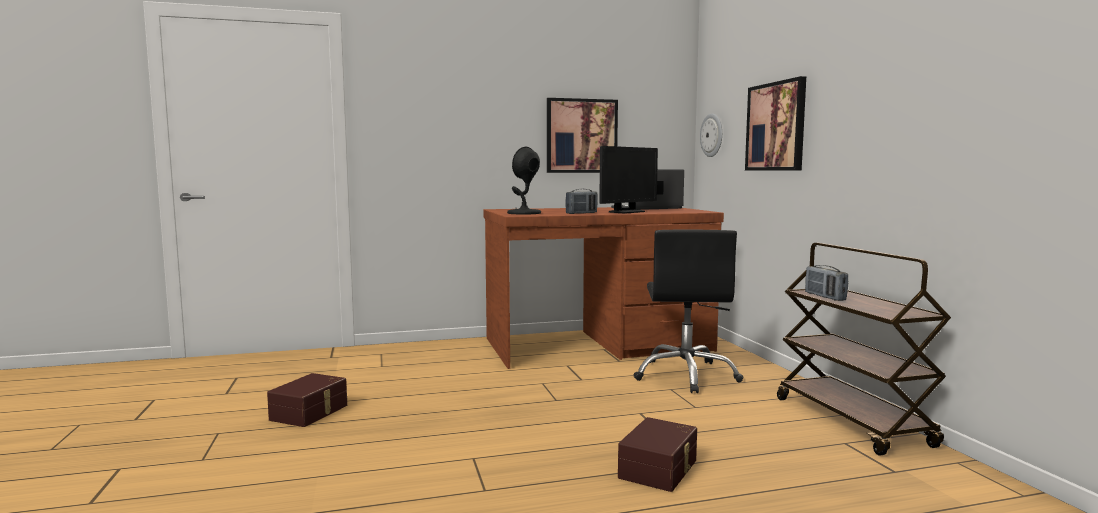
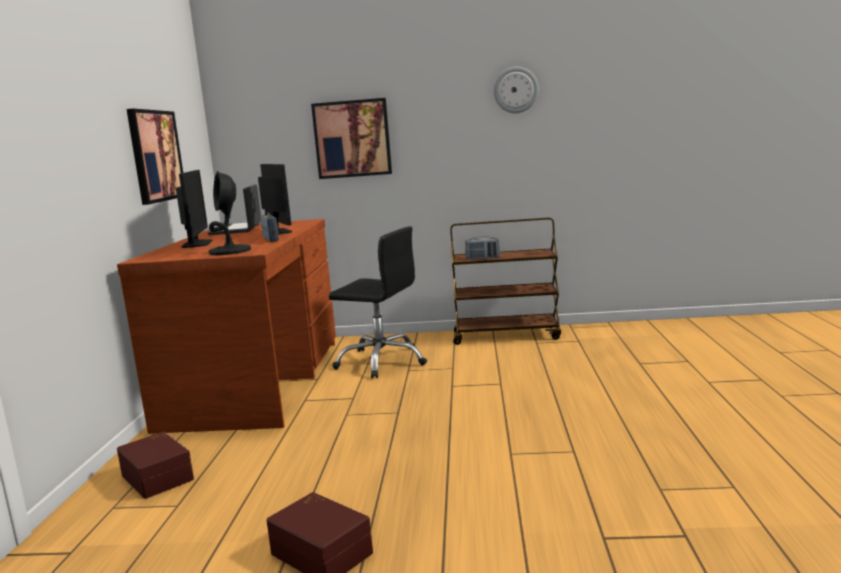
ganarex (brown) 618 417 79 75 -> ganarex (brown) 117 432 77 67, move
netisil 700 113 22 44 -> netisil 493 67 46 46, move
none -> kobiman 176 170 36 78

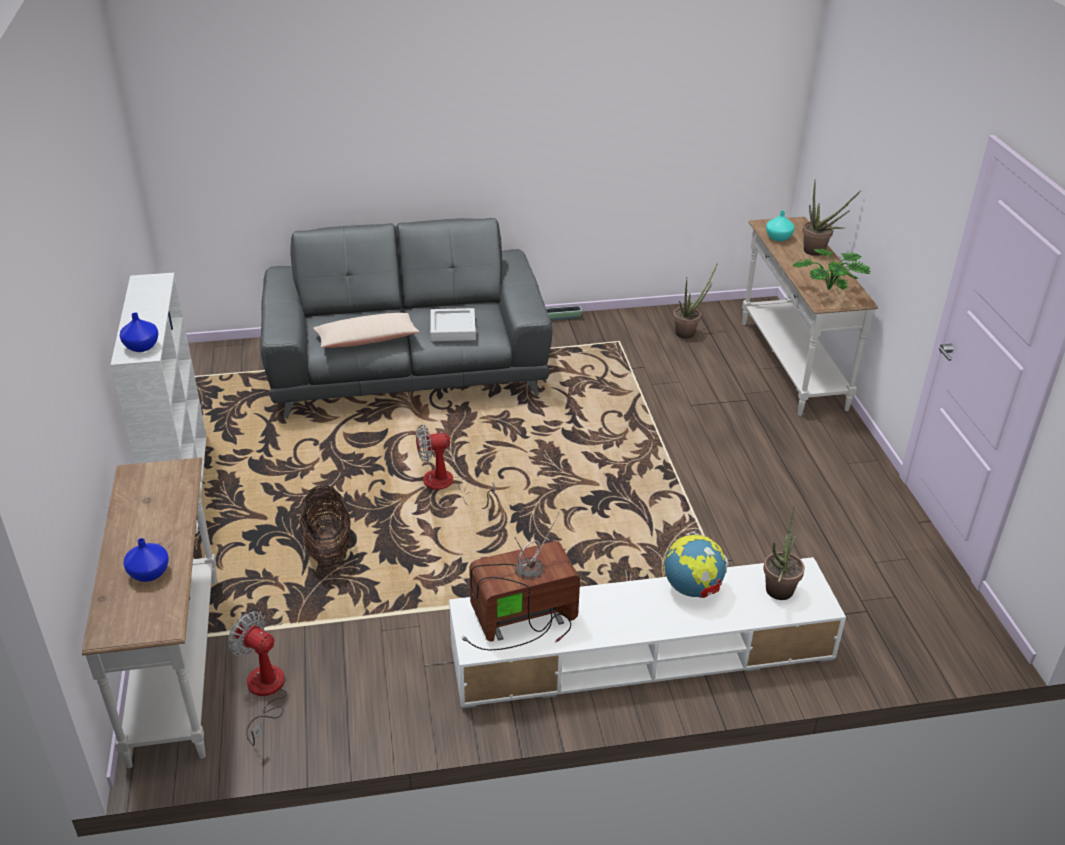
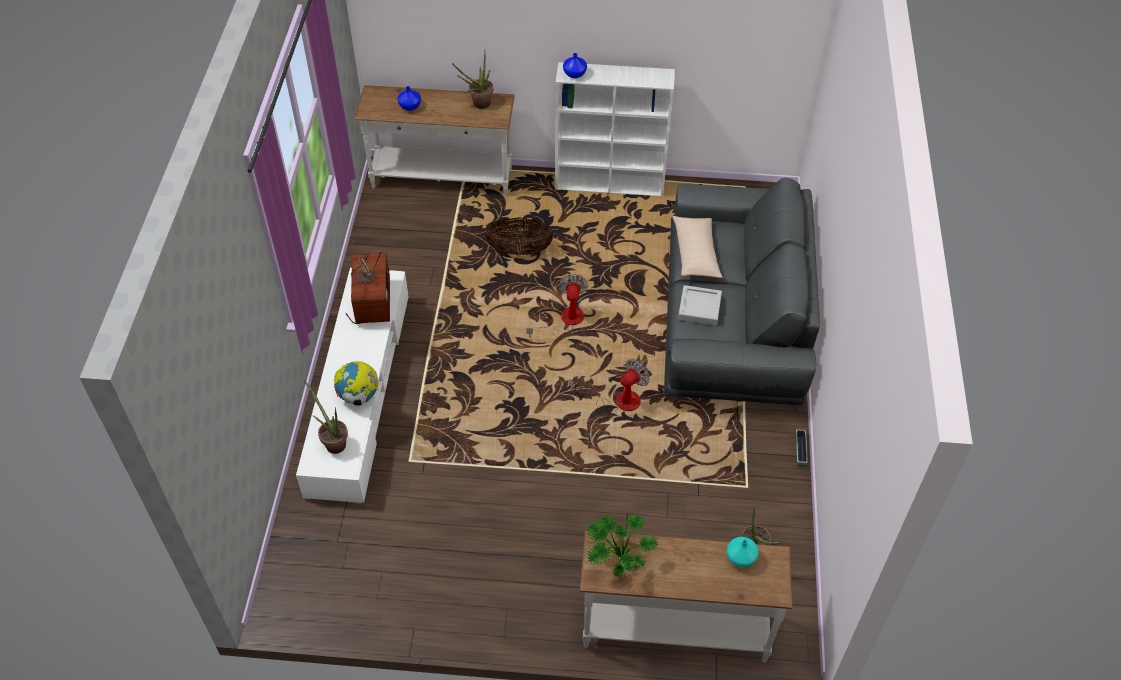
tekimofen 228 611 59 135 -> tekimofen 569 359 81 52, move
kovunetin 802 179 59 77 -> kovunetin 452 51 41 58, move

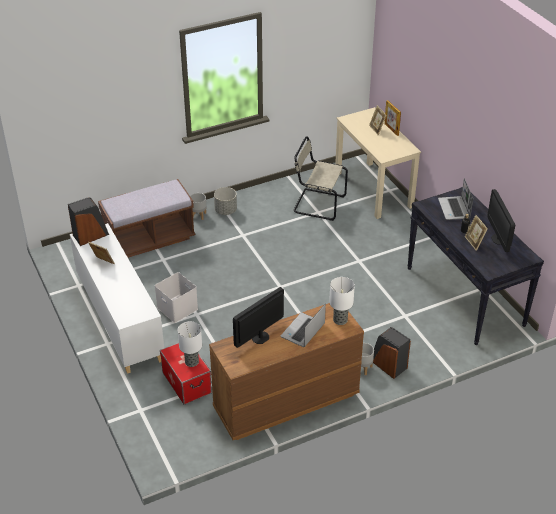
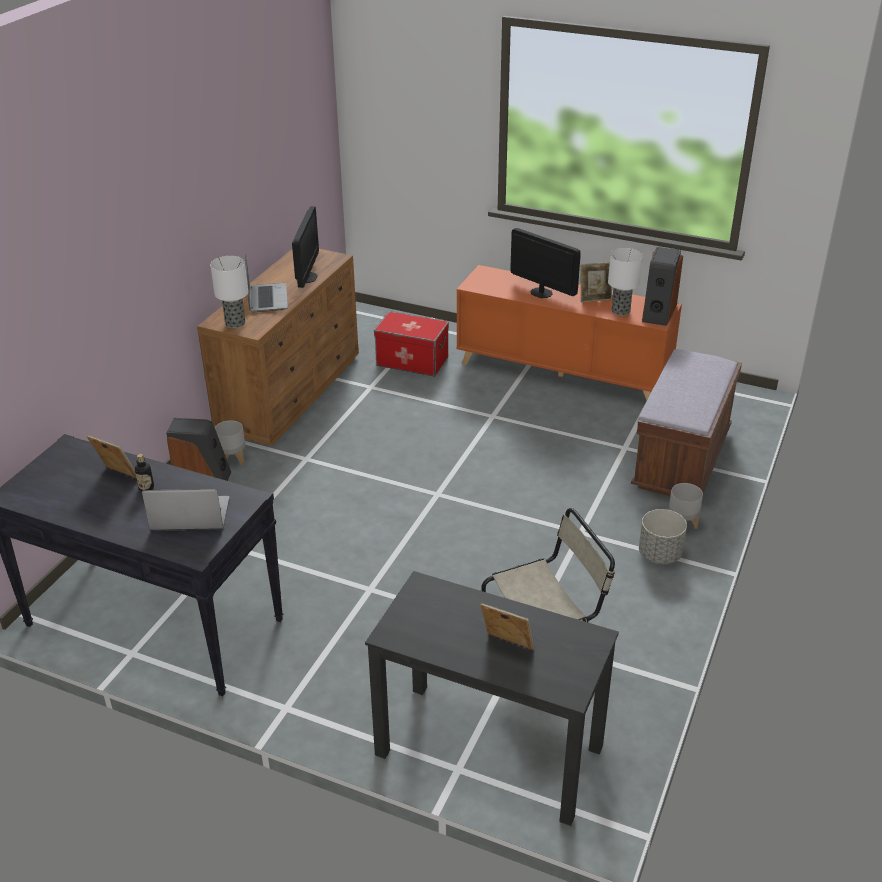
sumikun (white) 70 223 94 151 -> sumikun (orange) 457 265 225 135
ganarex (white) 155 272 43 51 -> none
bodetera 178 321 24 46 -> bodetera 608 248 34 68, move
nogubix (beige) 335 107 86 112 -> nogubix (black) 365 571 254 255
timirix 384 100 17 36 -> none
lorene 438 178 35 42 -> lorene 142 489 88 41, 45 degrees counterclockwise
kobiman 487 189 29 63 -> kobiman 511 228 70 70, move

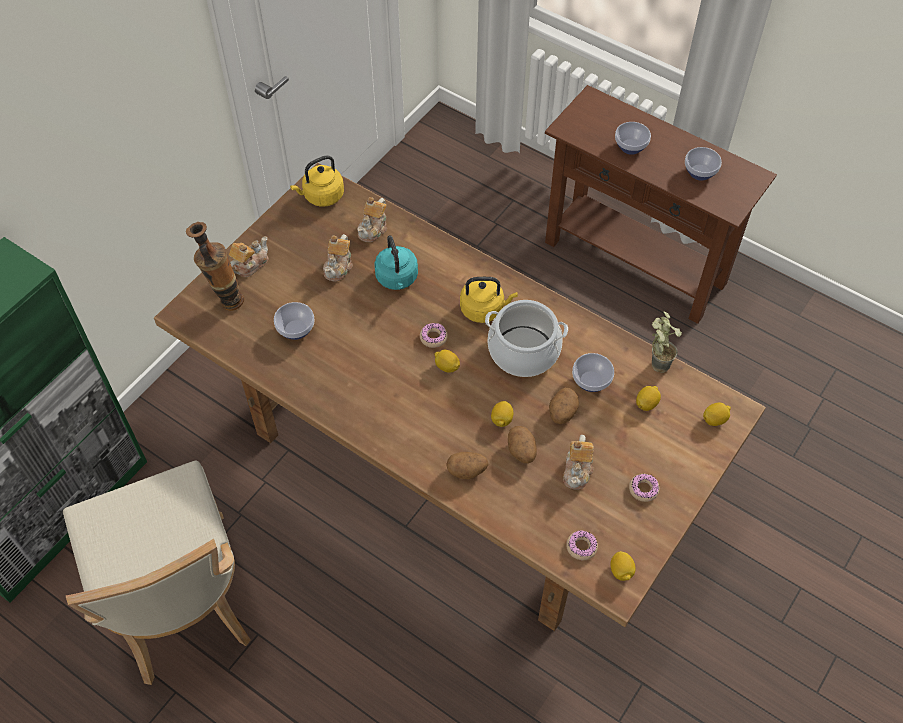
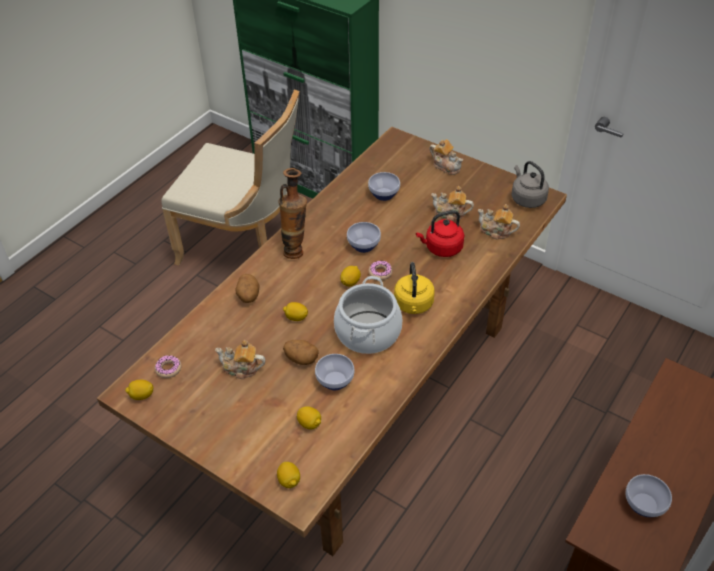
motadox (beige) 63 461 187 224 -> motadox (beige) 161 89 139 176, 135 degrees counterclockwise
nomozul 186 222 58 89 -> nomozul 279 168 28 91, move
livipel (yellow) 290 155 54 52 -> livipel (grey) 511 161 38 47
livipel (turquoise) 374 235 44 55 -> livipel (red) 416 210 48 47
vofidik 508 426 29 38 -> none
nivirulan 615 122 36 33 -> nivirulan 347 222 34 31, move
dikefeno 629 474 31 28 -> none
kovunetin 652 311 30 62 -> none

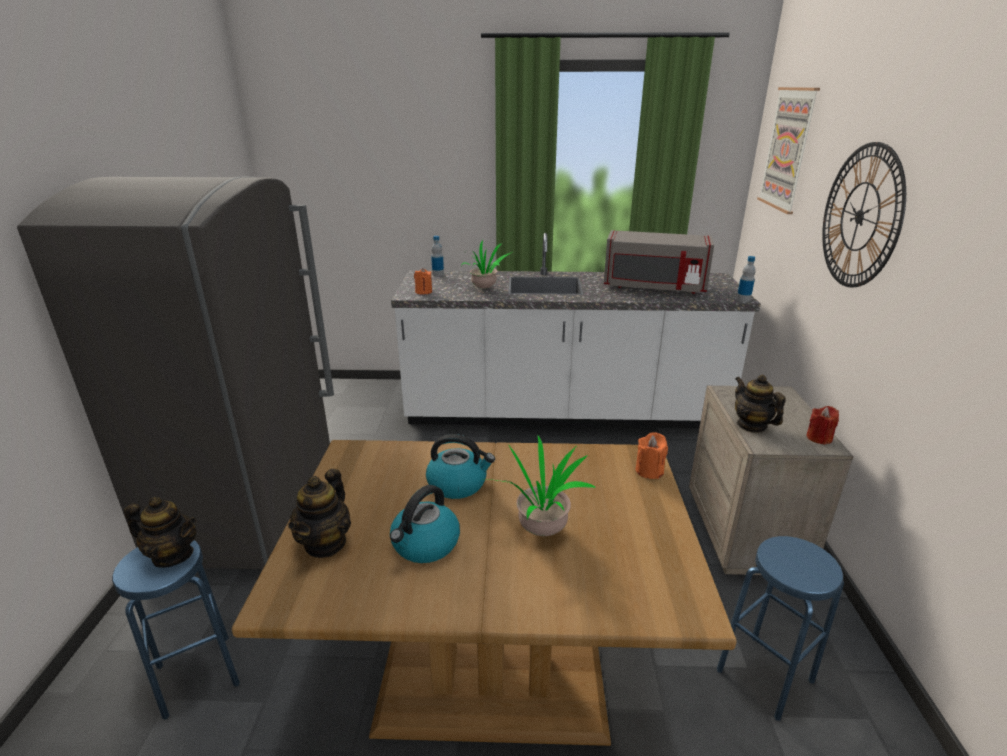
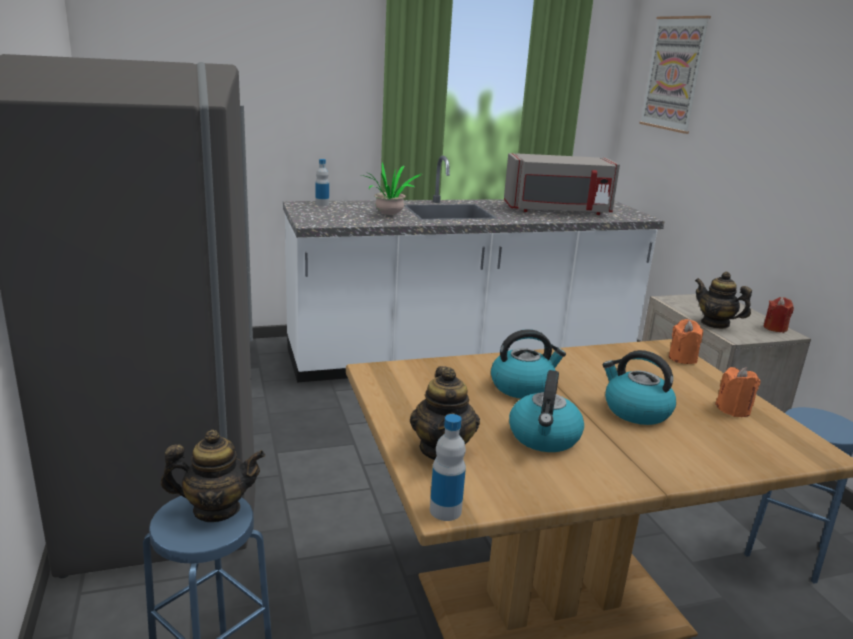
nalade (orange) 414 268 18 27 -> nalade (orange) 715 367 46 50, move
kovunetin 483 435 112 101 -> livipel 602 350 74 75
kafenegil 737 256 19 46 -> kafenegil 430 414 36 107, move
netisil 822 142 84 145 -> none

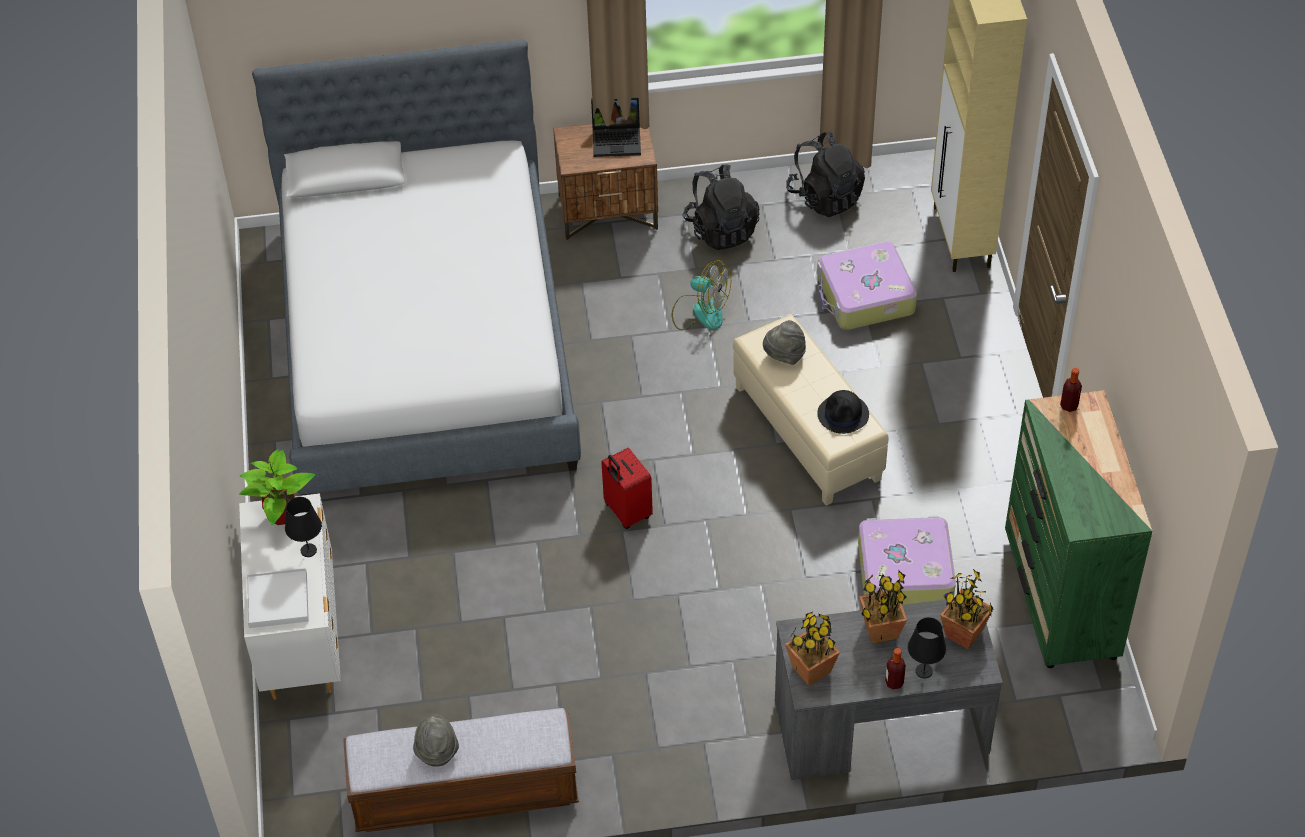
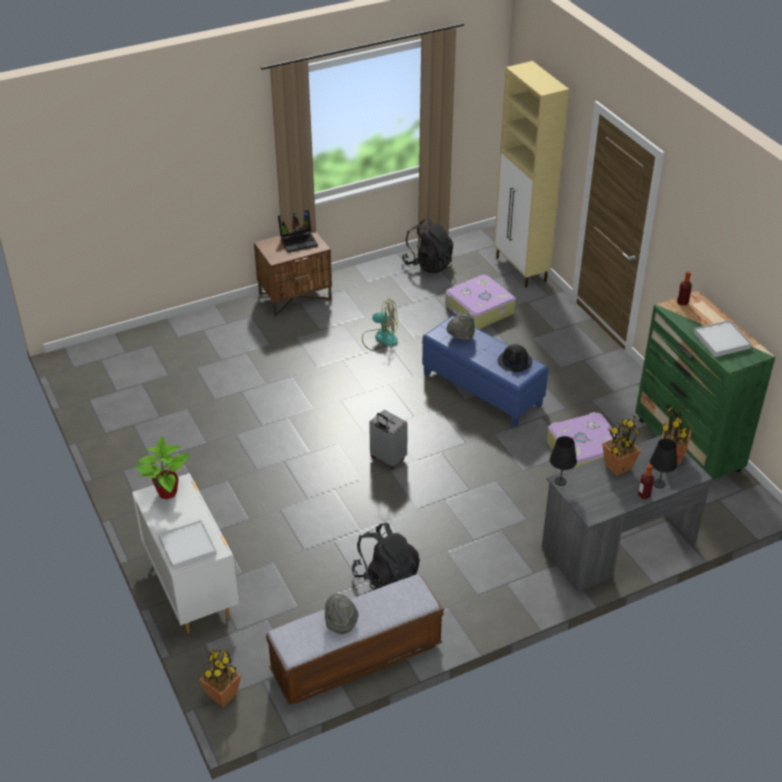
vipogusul 252 39 329 457 -> none
bodetera (black) 285 497 37 60 -> bodetera (black) 550 436 27 50, move
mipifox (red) 601 448 52 81 -> mipifox (grey) 369 410 39 59
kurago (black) 683 164 77 86 -> kurago (black) 352 523 68 67, move
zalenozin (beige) 733 314 156 192 -> zalenozin (blue) 422 316 126 111
kovunetin 785 611 55 75 -> kovunetin 199 650 42 57, move
none -> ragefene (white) 694 320 58 37

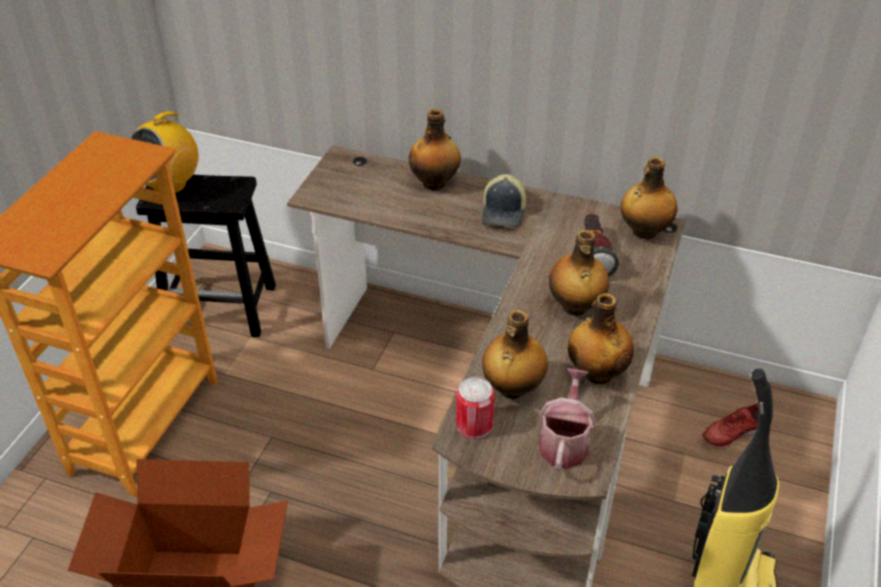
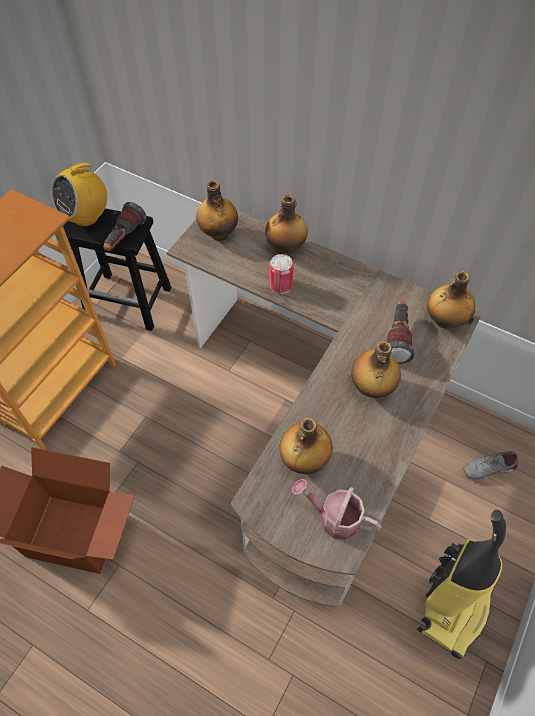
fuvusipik 456 377 39 62 -> fuvusipik 269 254 25 40, move
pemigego 482 174 44 53 -> none
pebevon 539 368 57 103 -> pebevon 292 479 90 61, 90 degrees counterclockwise
kafenegil 568 293 66 91 -> kafenegil 196 180 42 61, move
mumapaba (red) 702 403 56 46 -> mumapaba (grey) 463 451 55 30
none -> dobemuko 103 202 44 49

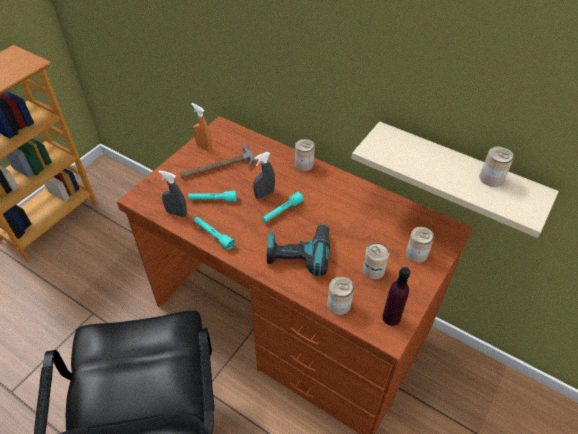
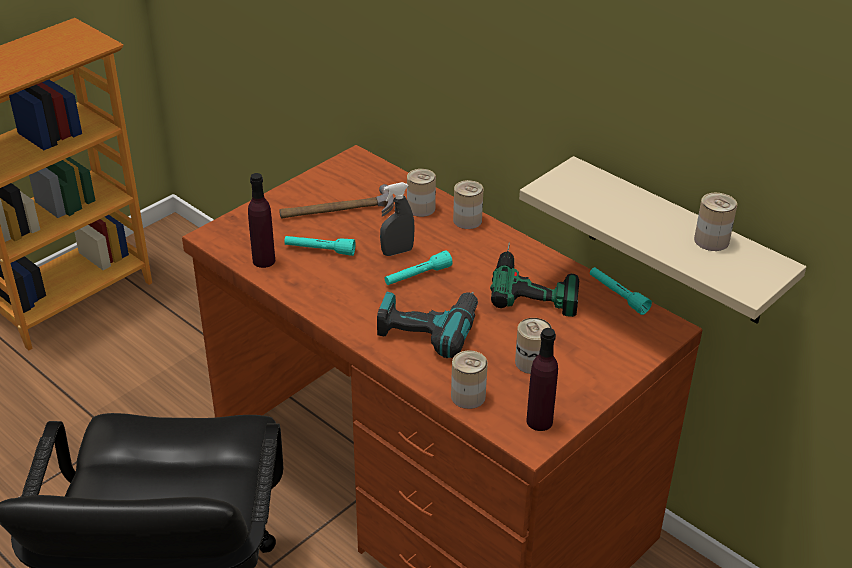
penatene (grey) 158 170 29 47 -> kafenegil (purple) 248 173 27 95
penatene (orange) 191 103 21 48 -> none
dobemuko (turquoise) 194 217 41 33 -> dobemuko (turquoise) 590 267 62 48, move
fuvusipik 406 227 28 36 -> fuvusipik 407 169 29 48, move
none -> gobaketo 490 242 89 75

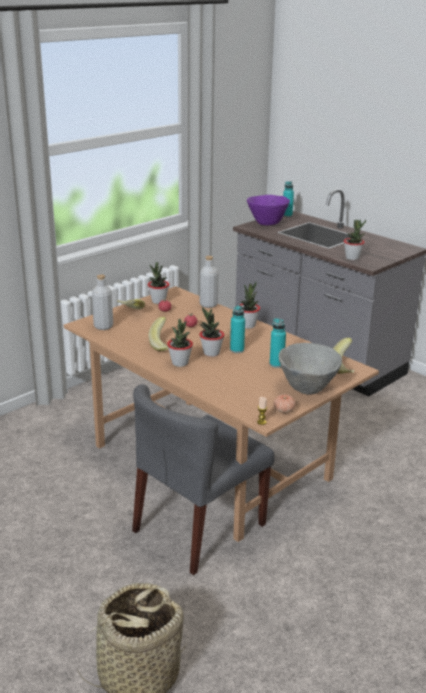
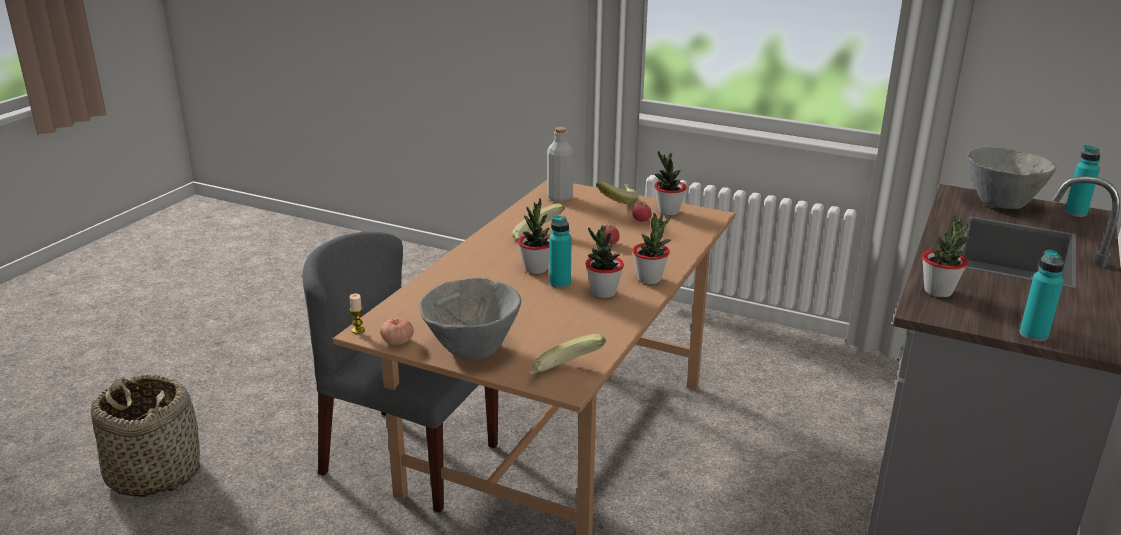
kovunetin 167 319 26 48 -> kovunetin 586 225 38 73, move
kafenegil (grey) 200 256 18 52 -> none
nivirulan (purple) 247 195 43 30 -> nivirulan (grey) 967 147 90 62
kafenegil (turquoise) 270 318 16 50 -> kafenegil (turquoise) 1019 250 45 91, move

